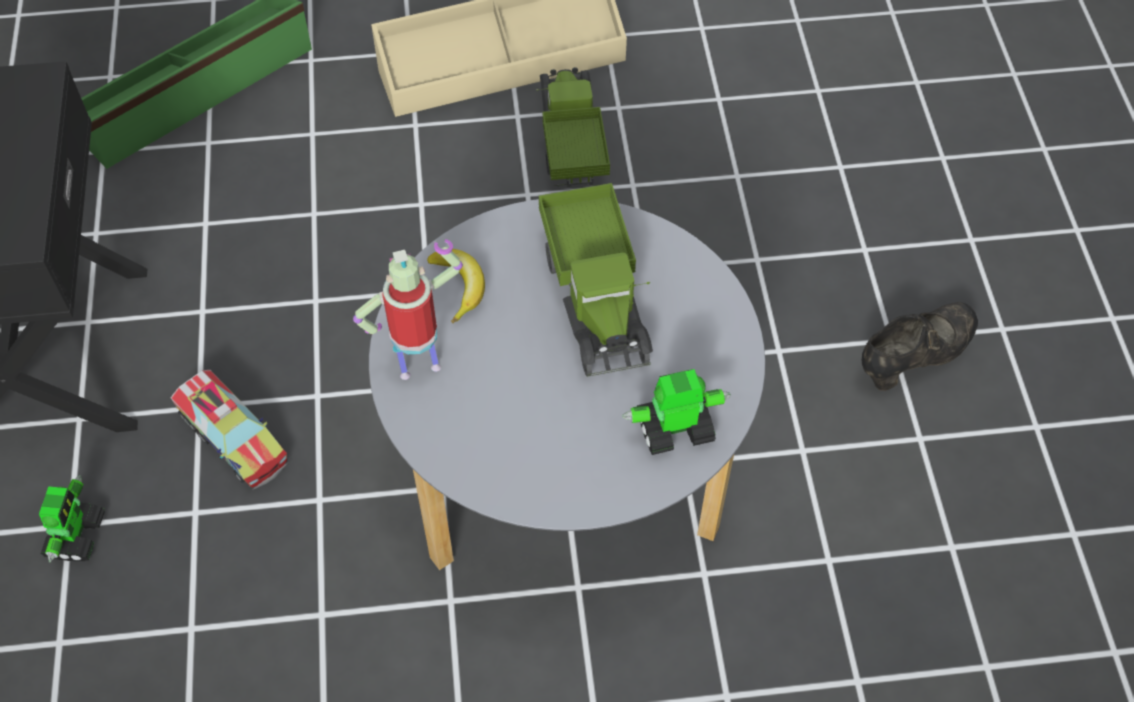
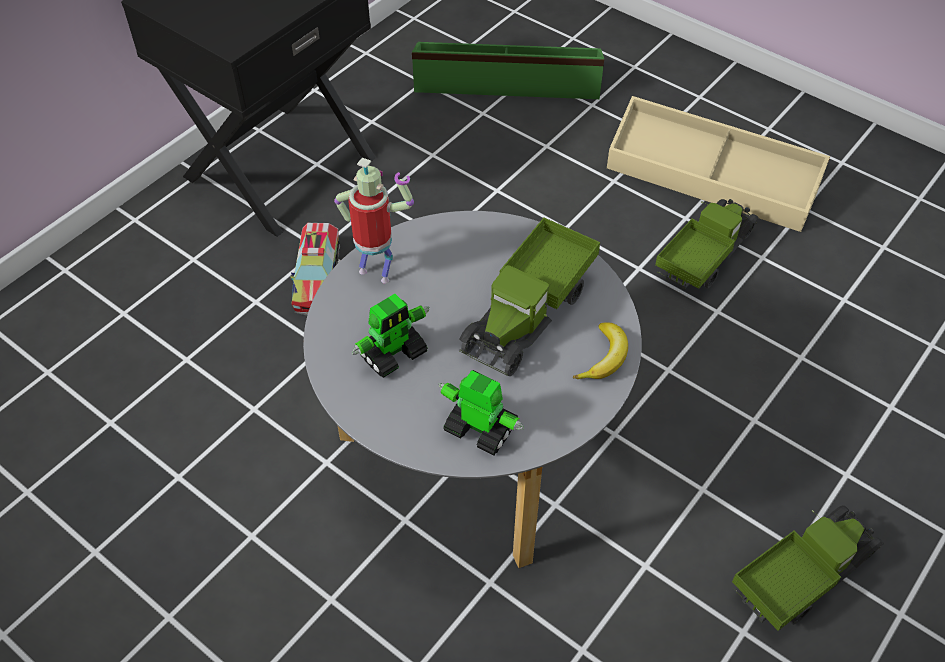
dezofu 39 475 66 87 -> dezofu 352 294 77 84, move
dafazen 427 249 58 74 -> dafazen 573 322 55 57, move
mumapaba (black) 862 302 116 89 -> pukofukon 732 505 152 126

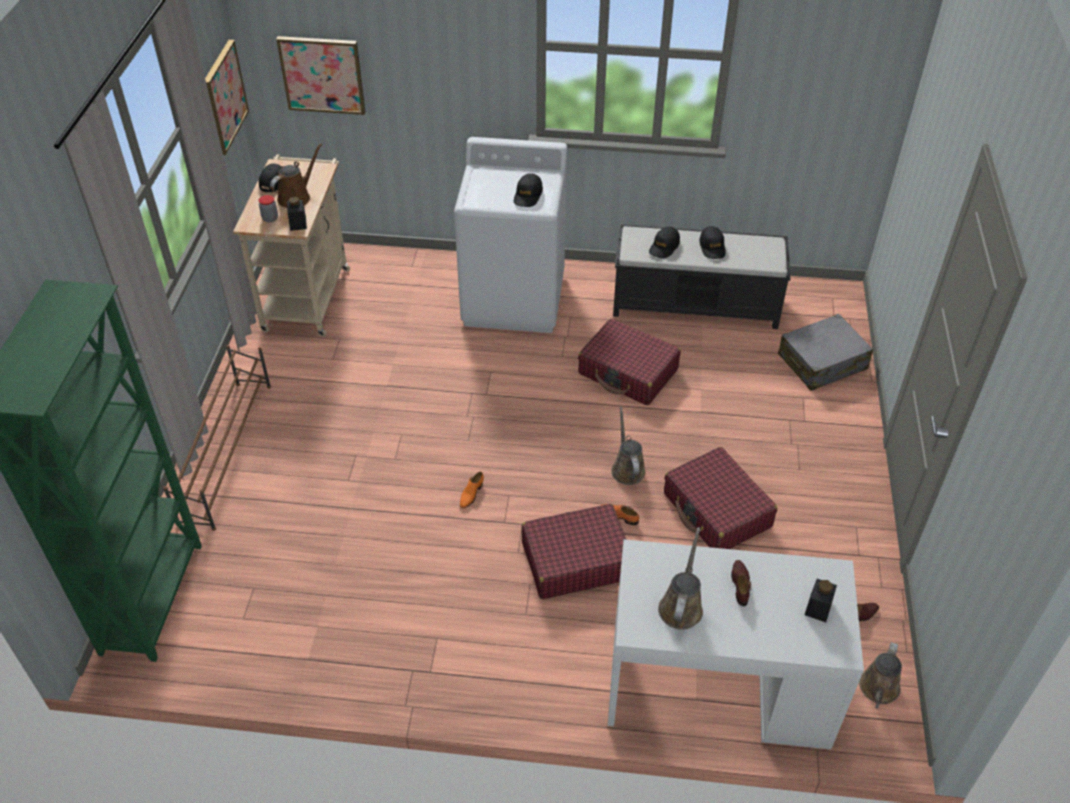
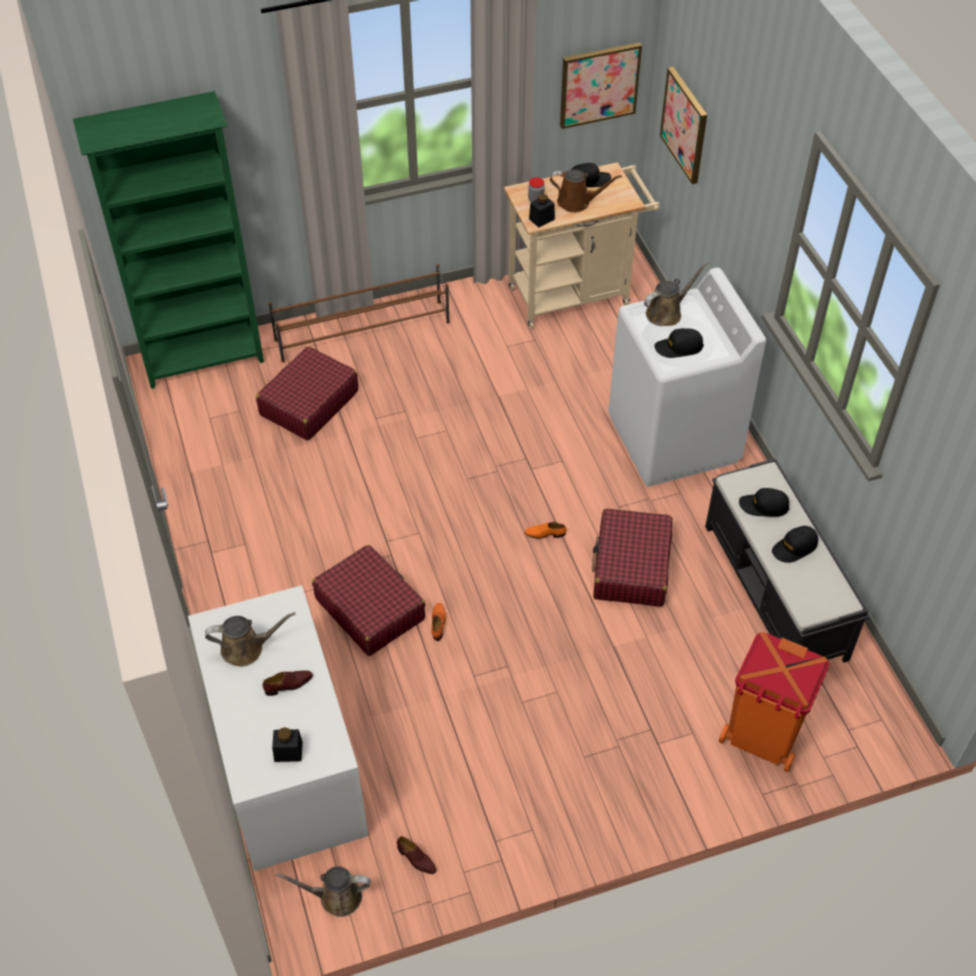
mumapaba (orange) 460 472 24 36 -> mumapaba (orange) 524 522 42 17, move
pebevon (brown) 611 407 35 78 -> pebevon (brown) 644 261 65 65, move
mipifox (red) 664 447 113 102 -> mipifox (red) 256 346 102 94, move
mipifox (grey) 778 314 95 77 -> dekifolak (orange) 719 632 110 140

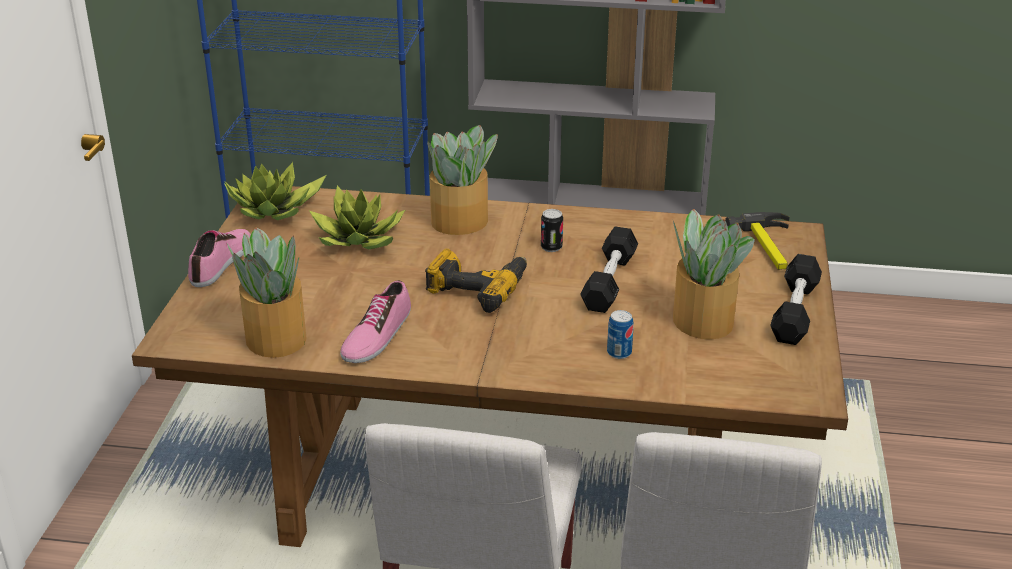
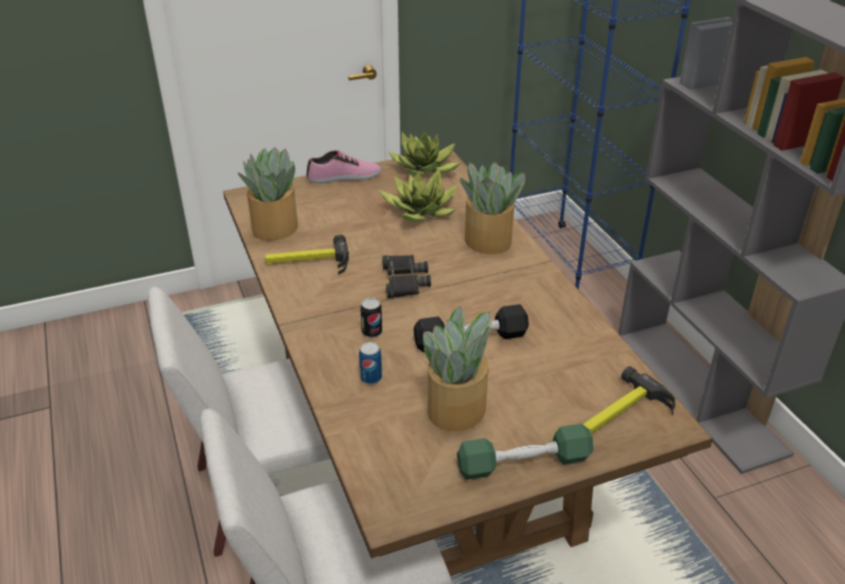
mumapaba 340 280 71 83 -> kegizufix 265 234 84 41
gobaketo 425 249 102 64 -> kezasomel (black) 382 255 49 43
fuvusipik 541 209 22 43 -> fuvusipik 360 298 22 40, move
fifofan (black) 770 254 52 91 -> fifofan (green) 457 424 137 56

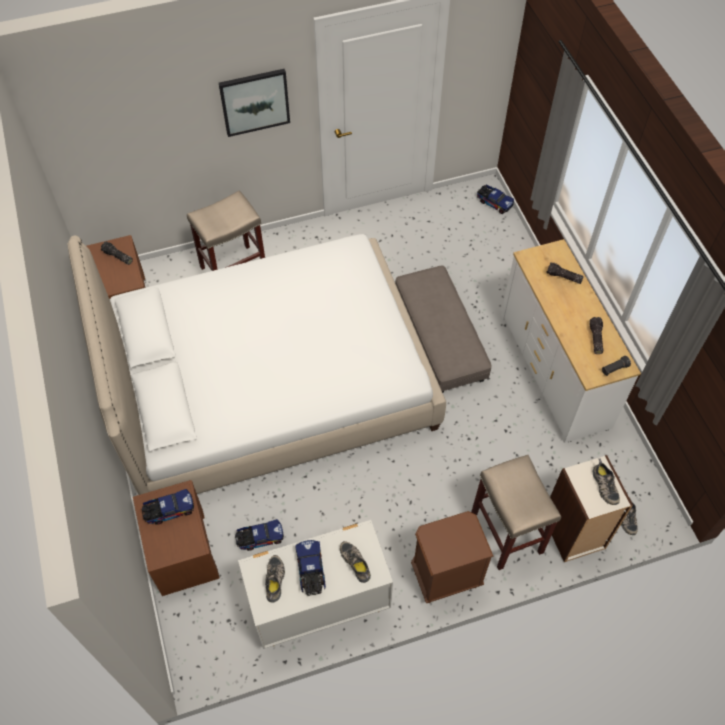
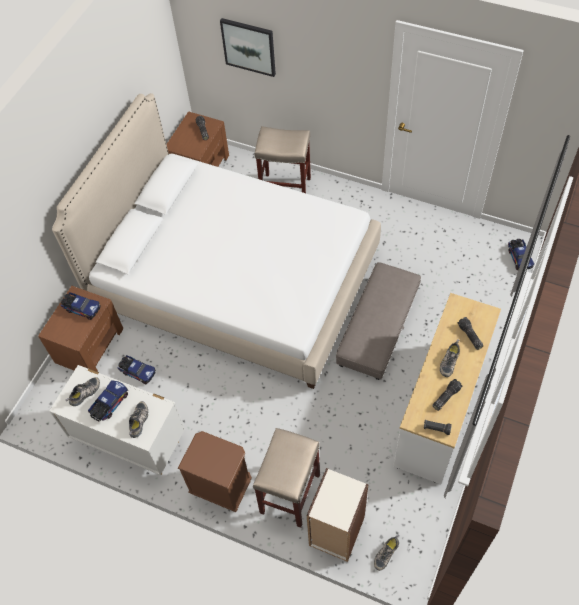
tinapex 219 69 71 68 -> tinapex 220 18 56 59, move
mumapaba 593 458 27 47 -> mumapaba 440 340 20 37, move

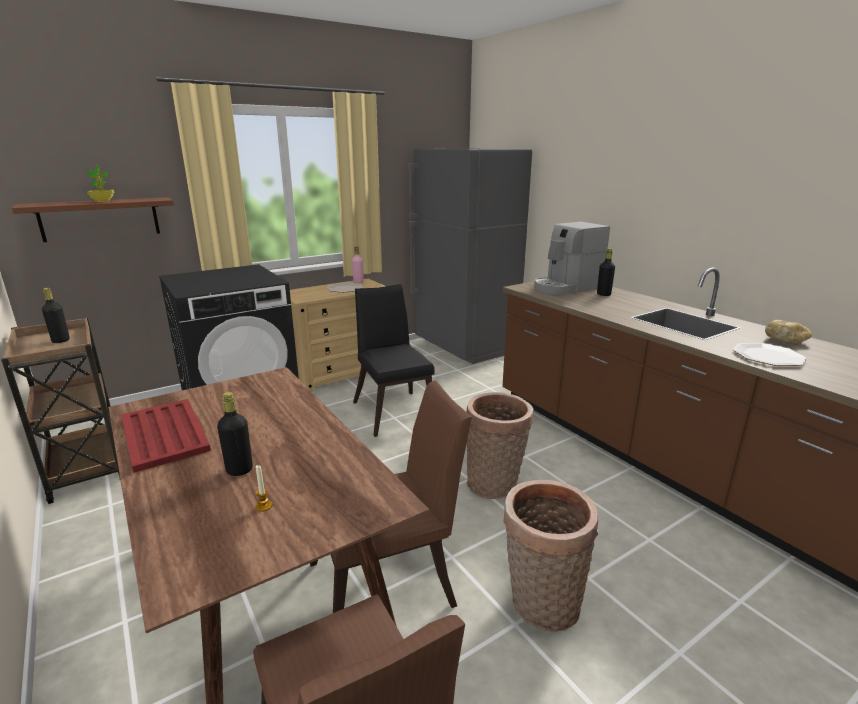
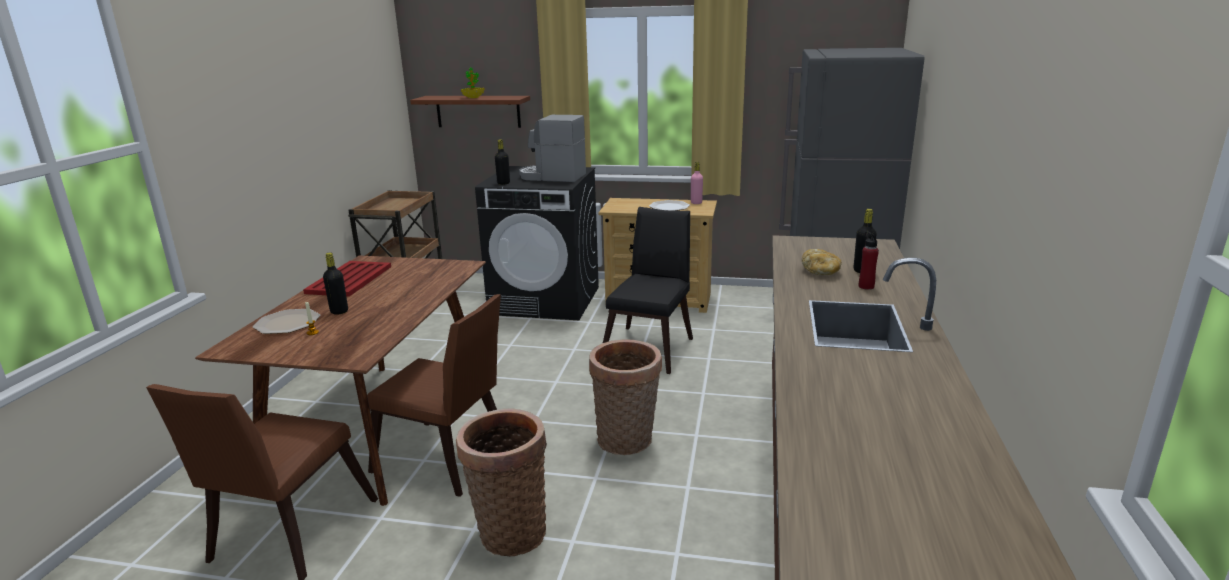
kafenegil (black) 42 288 28 55 -> kafenegil (black) 495 139 15 46, move
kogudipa 534 222 76 73 -> kogudipa 519 115 67 67, move
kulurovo 733 343 73 23 -> kulurovo 253 309 67 25, move
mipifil 765 320 47 23 -> mipifil 802 249 40 26, move
none -> kafenegil (red) 859 231 20 59

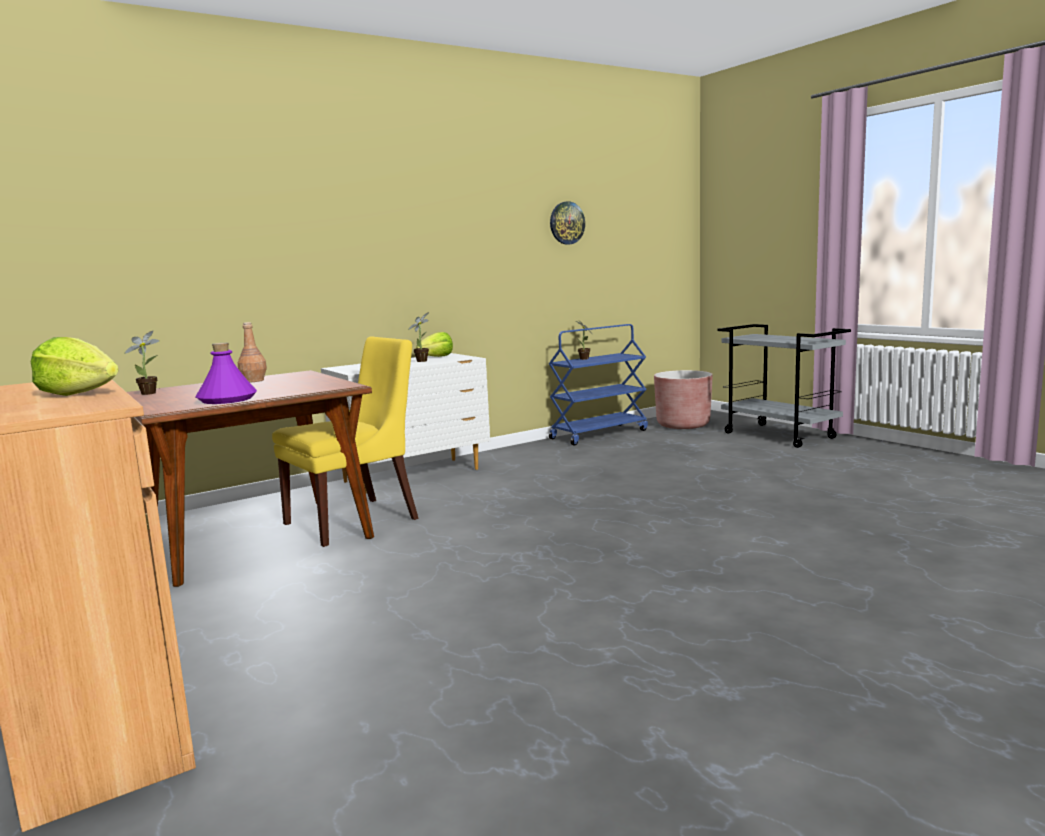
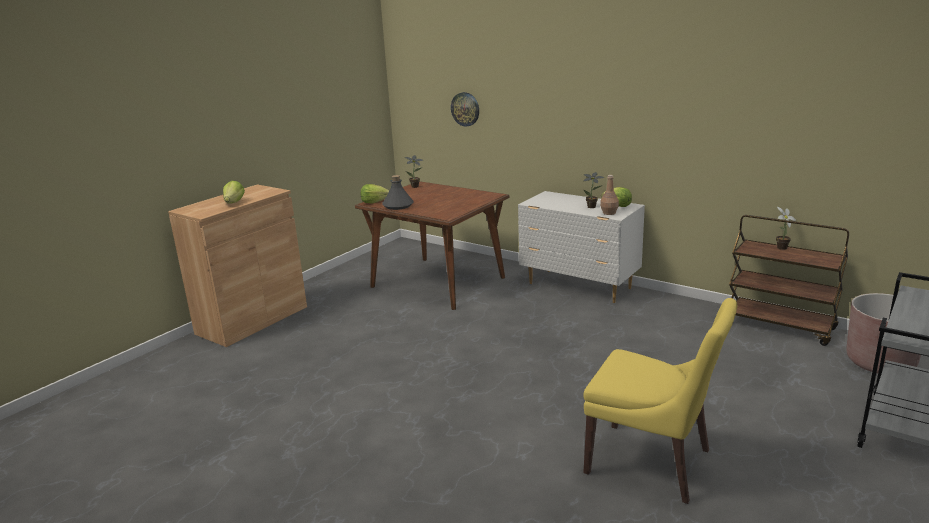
kafenegil (purple) 196 343 61 61 -> kafenegil (grey) 382 175 31 35
kafenegil (brown) 238 322 29 60 -> kafenegil (brown) 600 175 19 40, move
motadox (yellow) 272 336 147 211 -> motadox (yellow) 583 298 154 206, move
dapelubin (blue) 549 324 99 122 -> dapelubin (brown) 729 215 120 131
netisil 550 201 35 44 -> netisil 451 92 28 35, move
none -> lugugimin 361 184 28 19

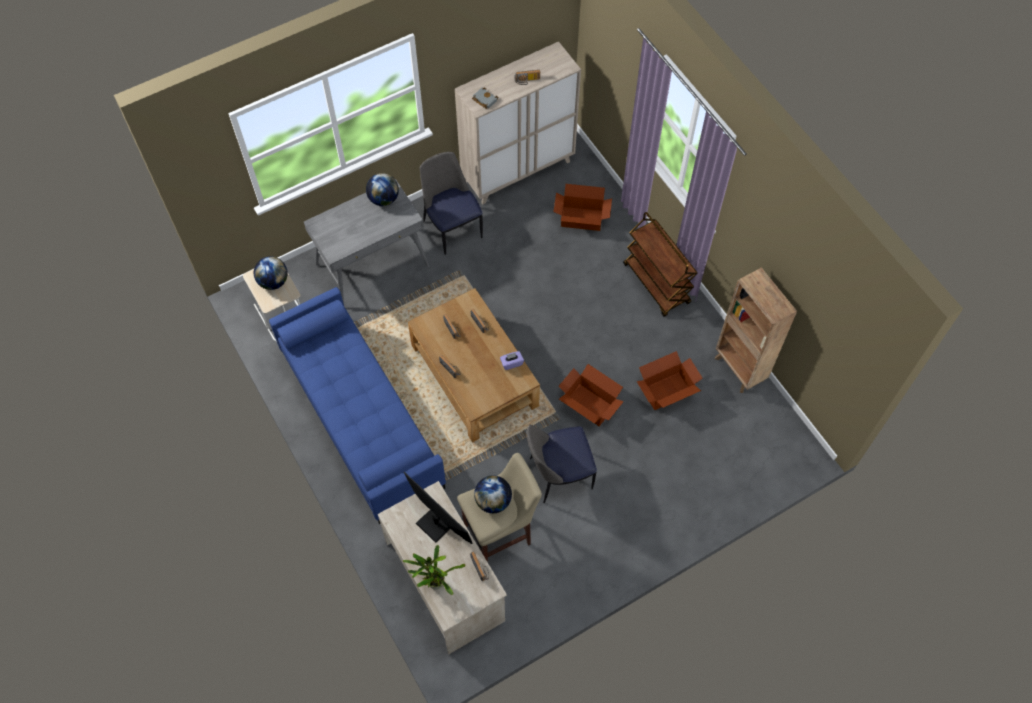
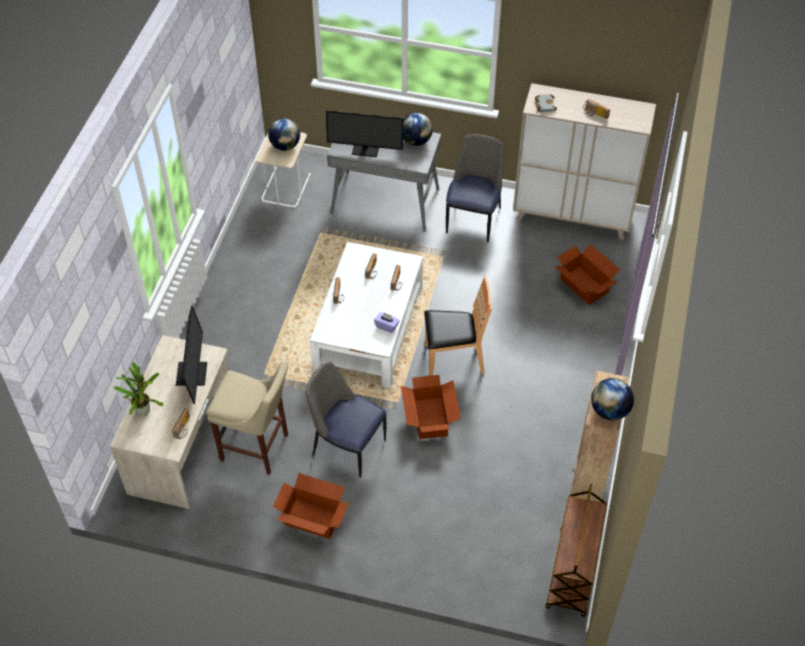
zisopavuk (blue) 269 287 177 238 -> none
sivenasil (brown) 408 288 132 154 -> sivenasil (white) 310 242 113 146
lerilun 474 475 38 38 -> lerilun 591 378 43 42, move
dapelubin (brown) 623 212 74 105 -> dapelubin (brown) 546 484 61 133, move
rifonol 637 351 66 59 -> rifonol 273 473 76 66, move
none -> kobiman 326 110 77 47
none -> motadox (brown) 424 277 68 99

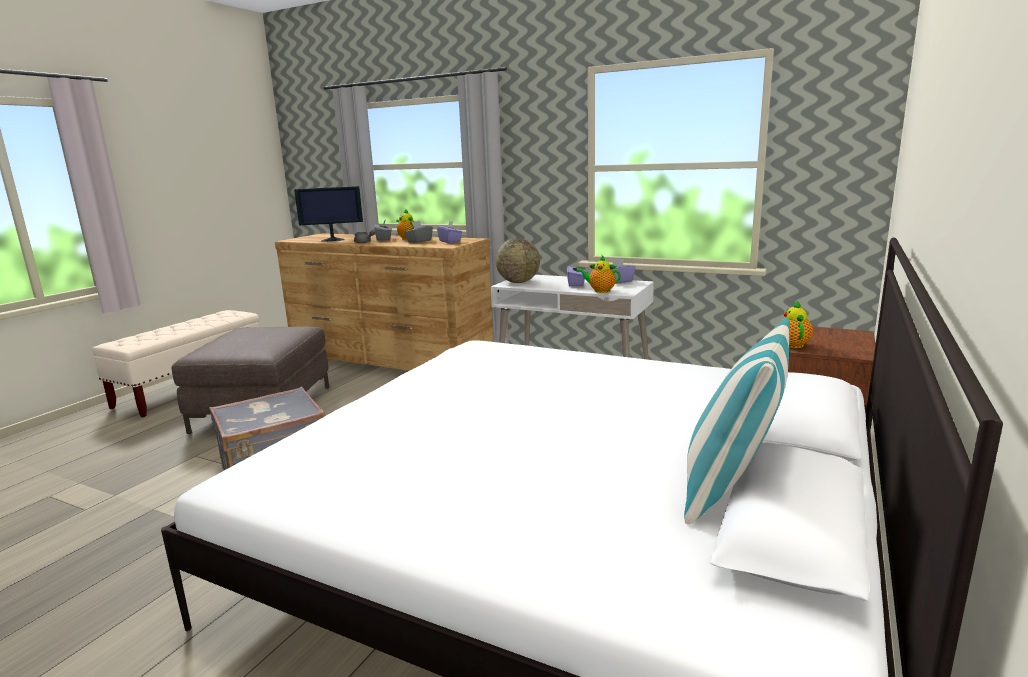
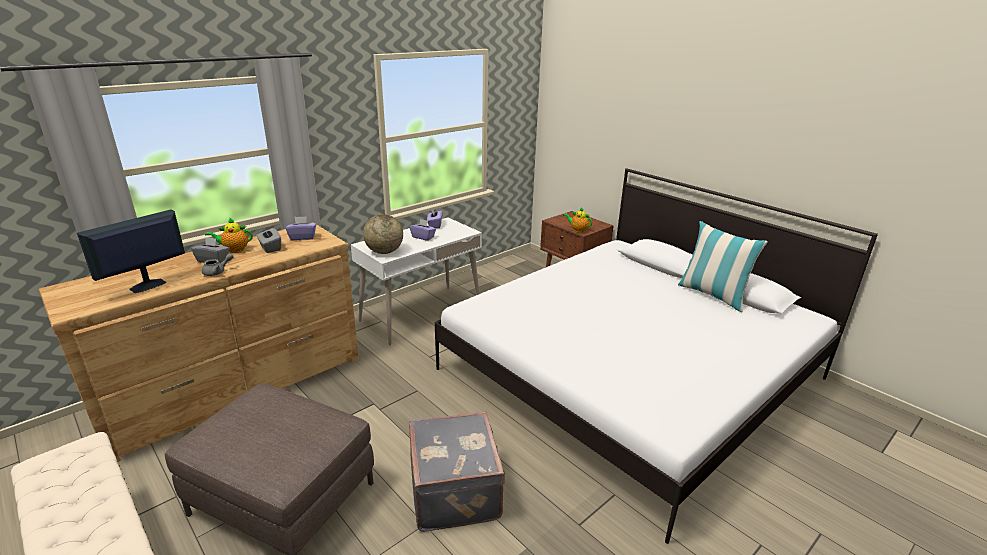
kobiman 294 186 69 56 -> kobiman 77 209 108 84, 150 degrees counterclockwise
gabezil 576 255 45 38 -> none

